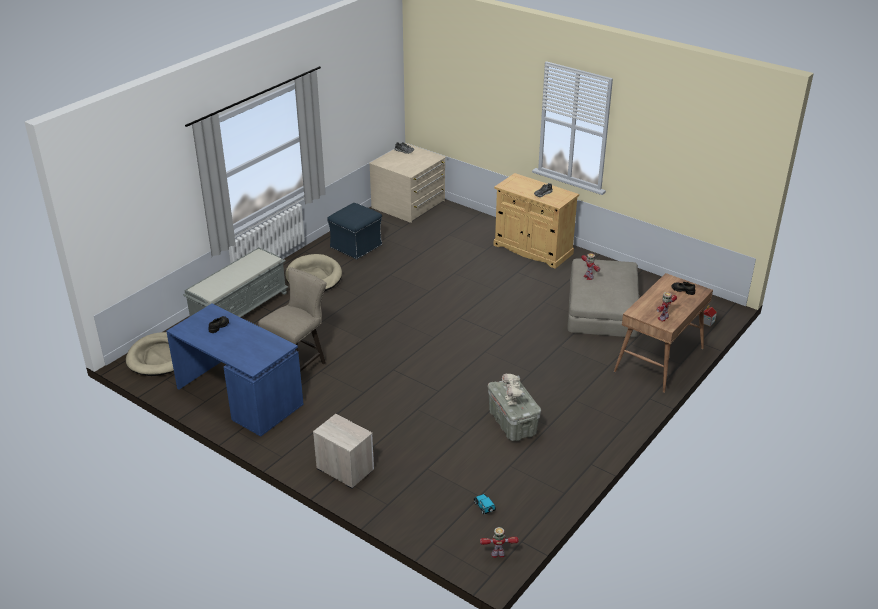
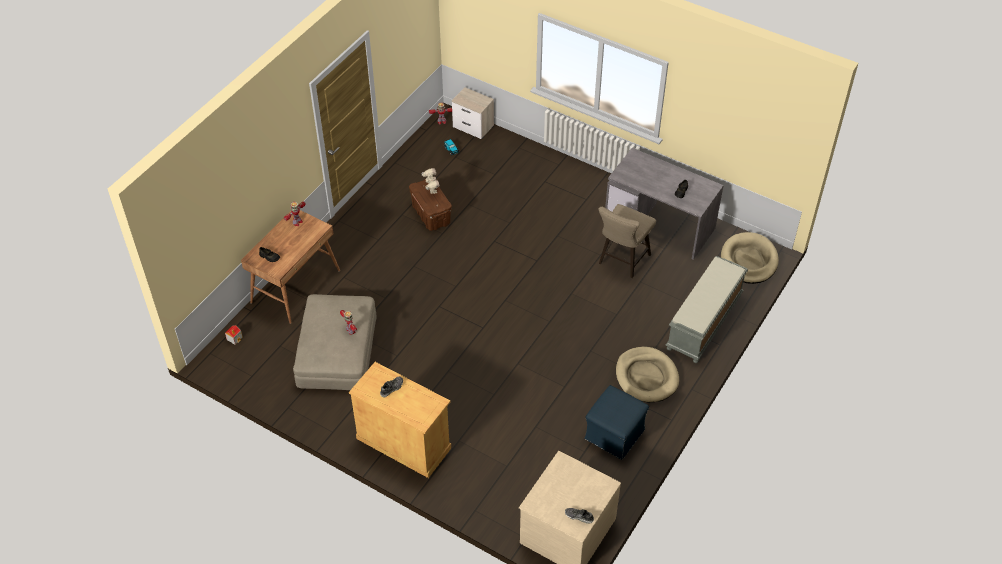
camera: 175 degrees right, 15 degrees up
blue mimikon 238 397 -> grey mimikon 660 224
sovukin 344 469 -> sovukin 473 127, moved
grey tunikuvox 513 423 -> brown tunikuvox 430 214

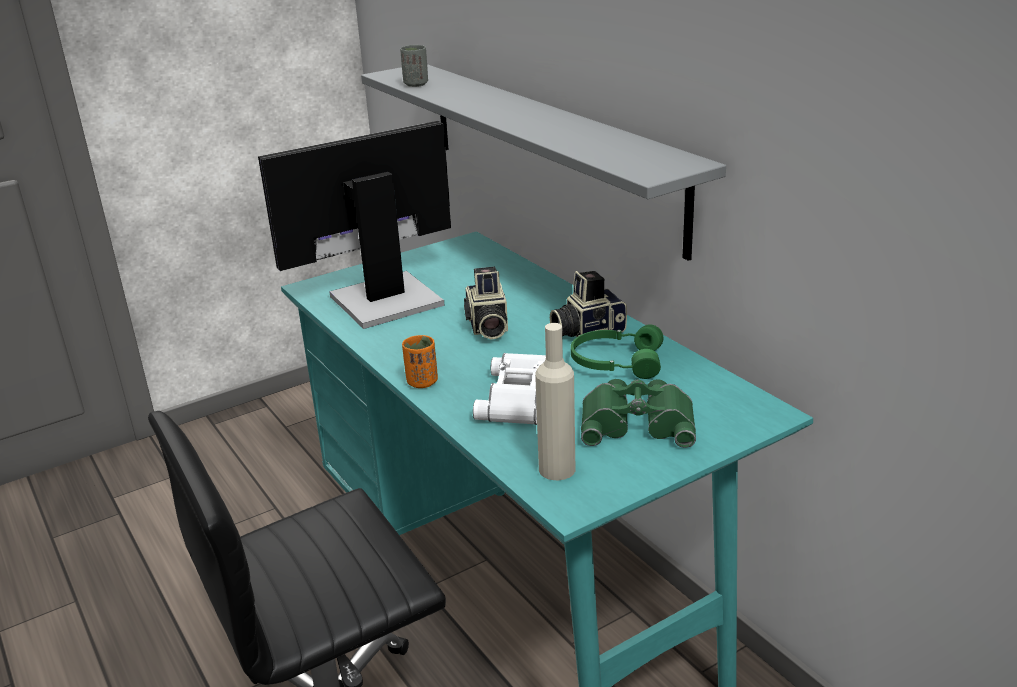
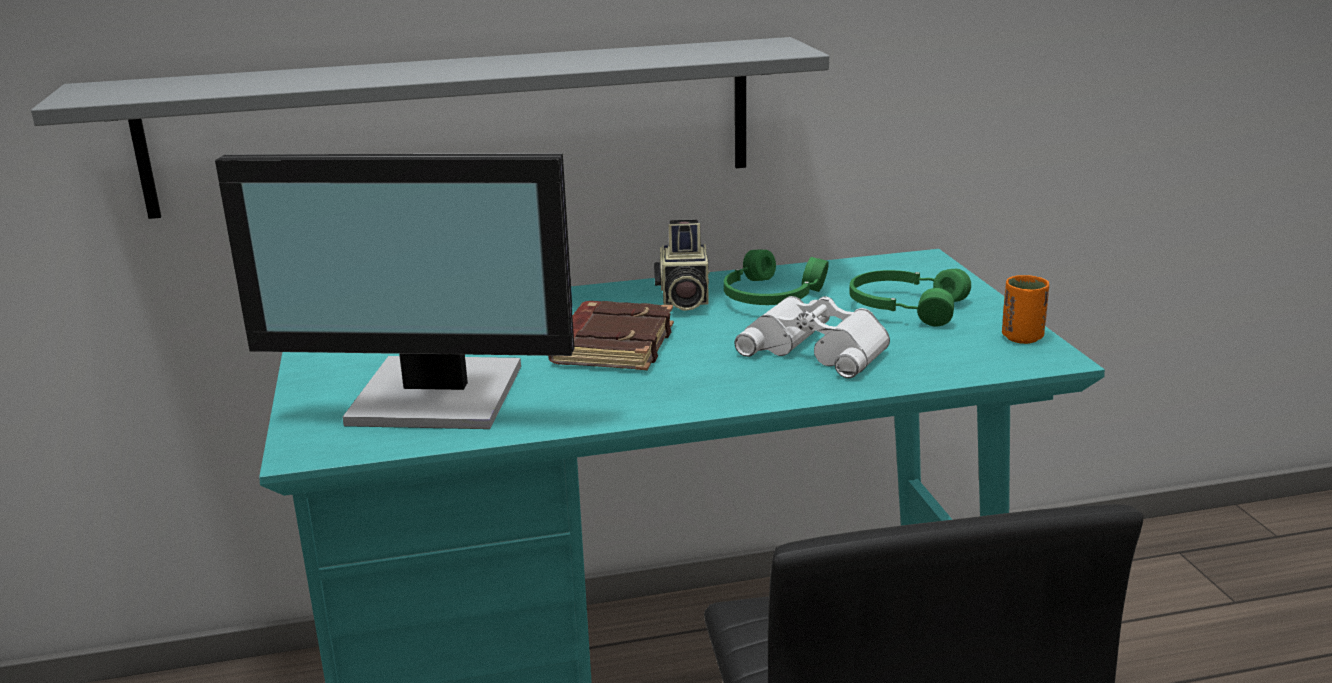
camera: 70 degrees left, 5 degrees down
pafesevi 382 299 -> pafesevi 437 398, 75 degrees counterclockwise
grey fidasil 416 84 -> none
orange fidasil 422 382 -> orange fidasil 1022 337, moved
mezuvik 487 327 -> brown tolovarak 612 345
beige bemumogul 557 469 -> none
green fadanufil 638 422 -> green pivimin 905 307

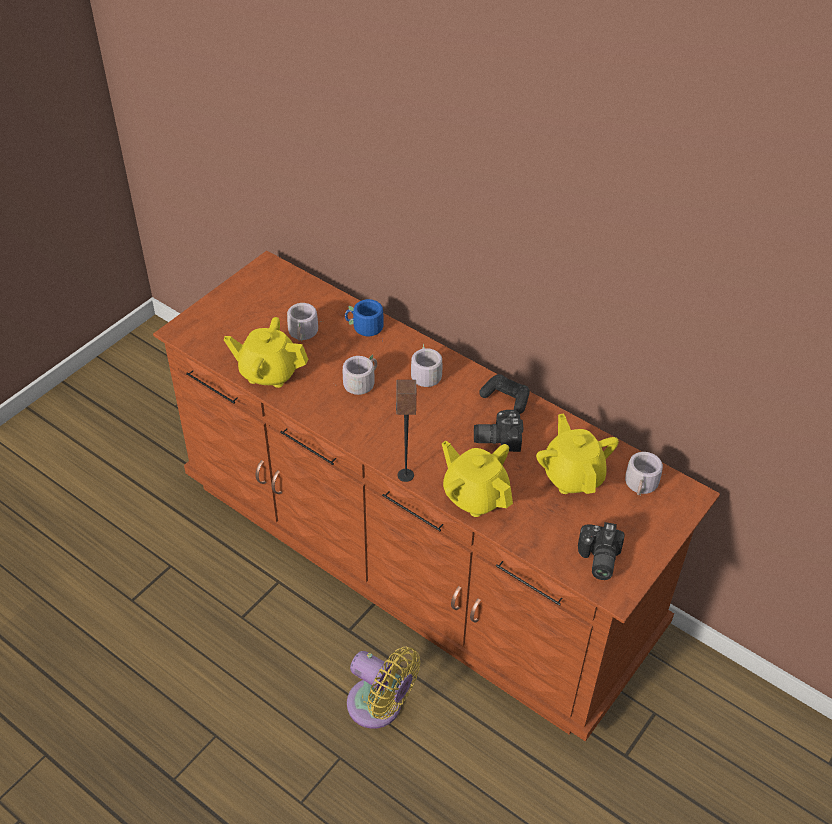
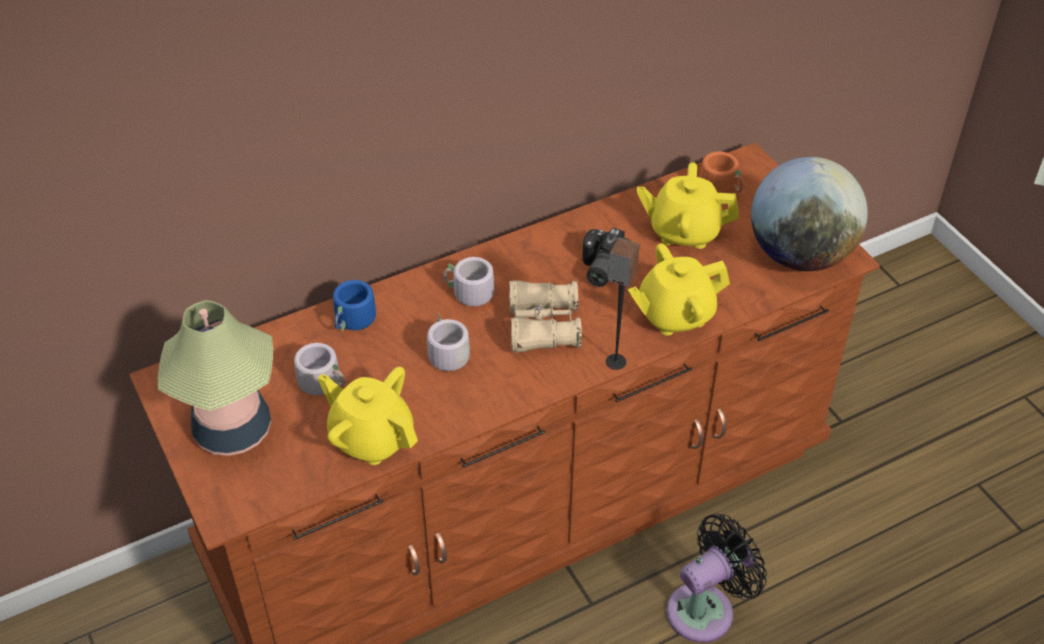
camera: 65 degrees left, 0 degrees up
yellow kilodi 269 372 -> yellow kilodi 371 438, 90 degrees clockwise
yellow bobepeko 379 707 -> black bobepeko 706 609
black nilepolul 506 398 -> none
mezuvik 597 559 -> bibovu 800 254
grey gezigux 642 486 -> orange gezigux 722 188
none -> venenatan 233 429
none -> beige fadanufil 543 326

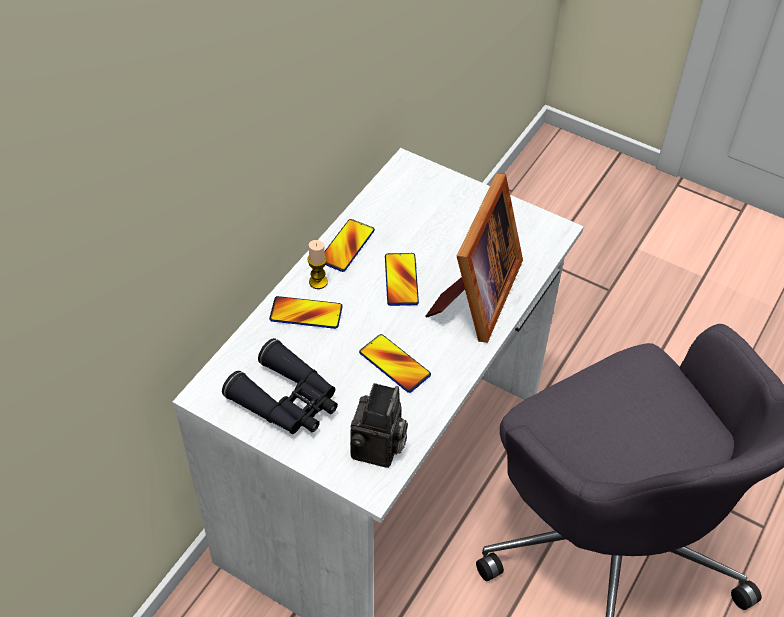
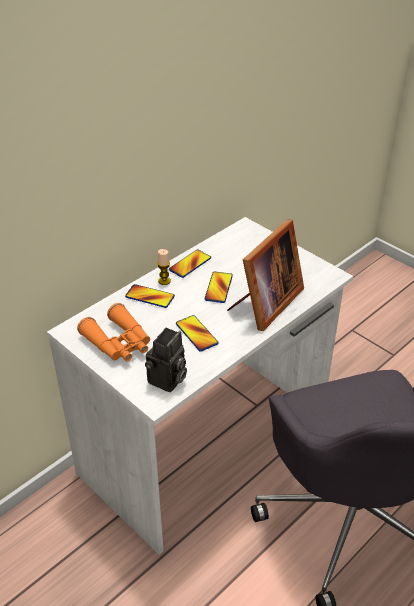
camera: 15 degrees right, 10 degrees down
black fadanufil 287 401 -> orange fadanufil 119 343

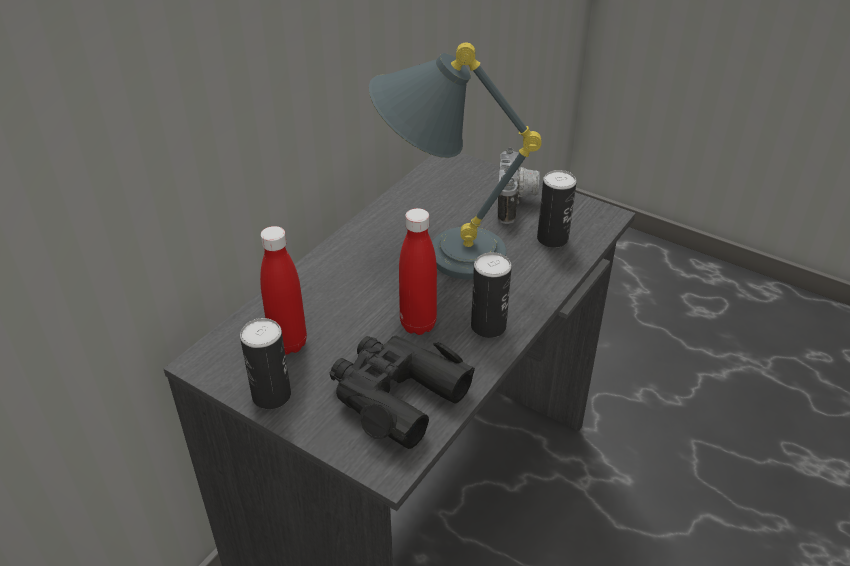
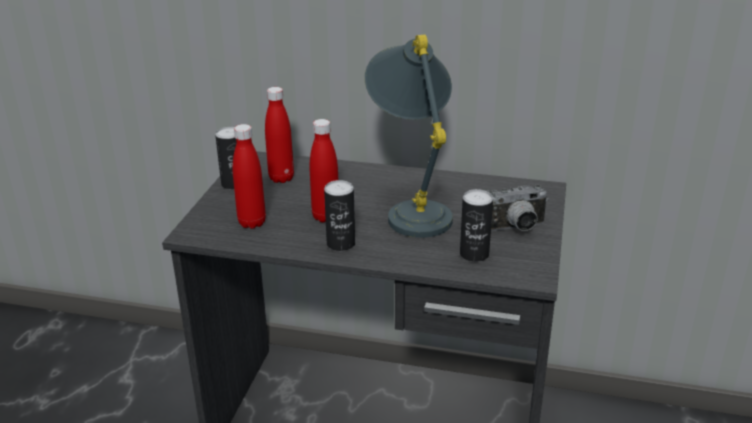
camera: 70 degrees right, 10 degrees down
black fadanufil 395 395 -> red bemumogul 252 223

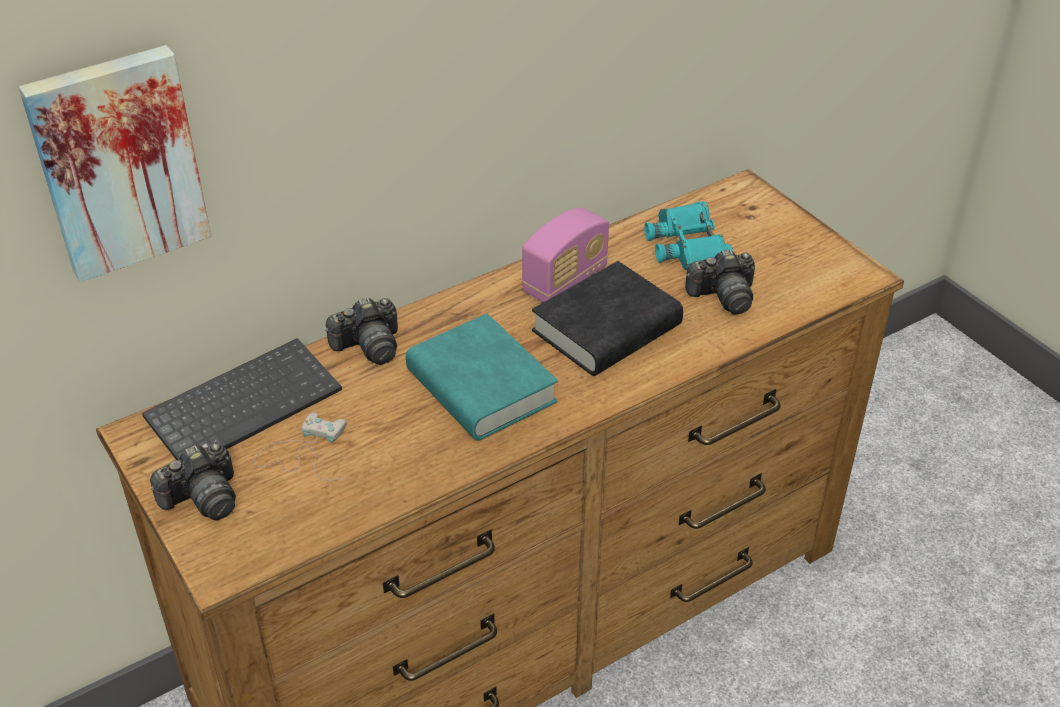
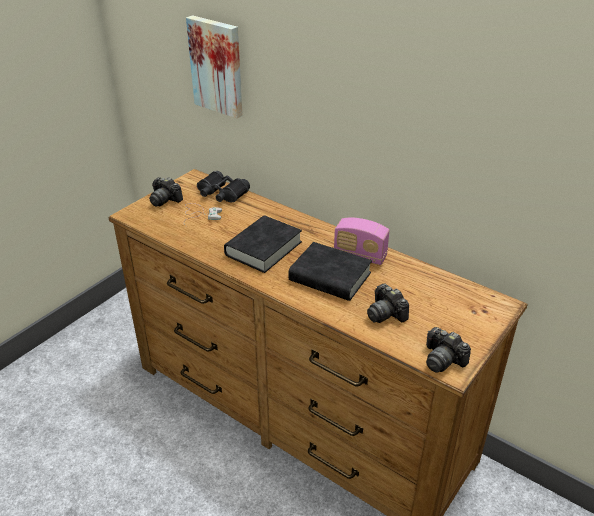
camera: 70 degrees right, 5 degrees down
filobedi 245 403 -> black fadanufil 222 193
mezuvik 369 346 -> mezuvik 442 359, moved
turquoise tolovarak 481 387 -> black tolovarak 263 248
turquoise fadanufil 688 246 -> none

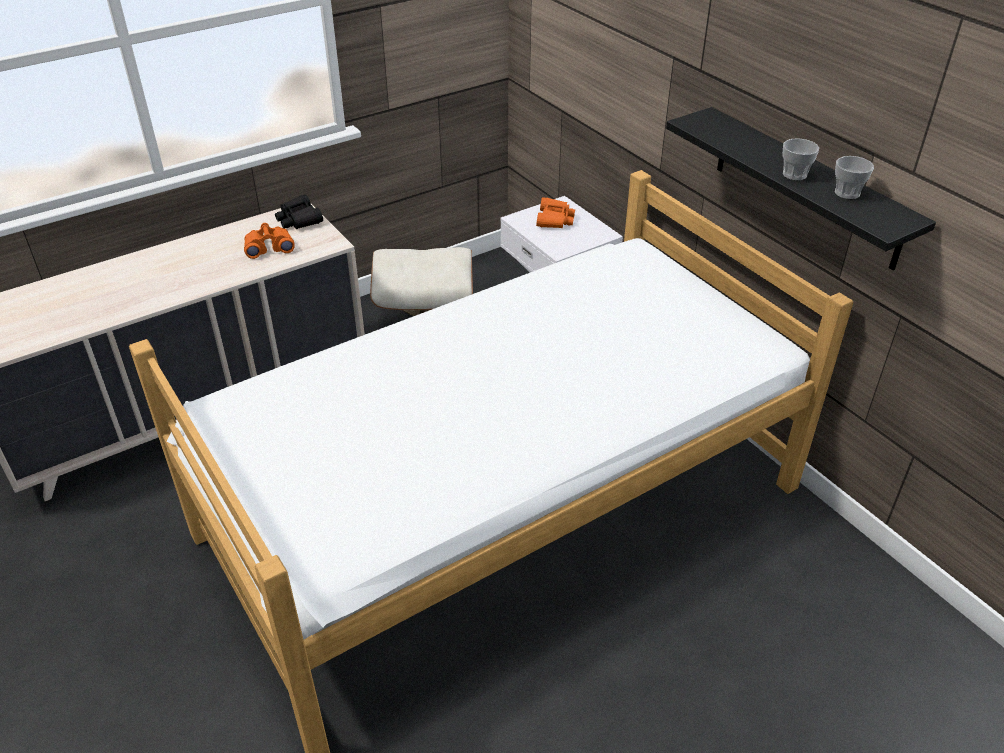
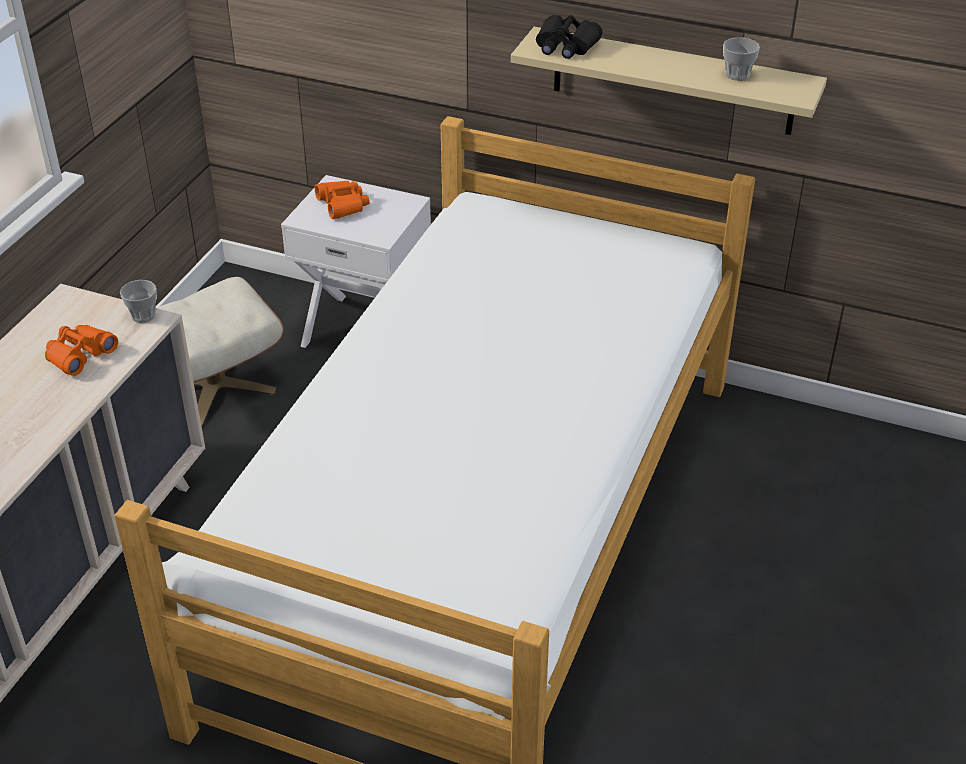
camera: 35 degrees left, 0 degrees up
black fadanufil 299 219 -> black fadanufil 565 46, moved
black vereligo 806 187 -> beige vereligo 672 81
fidasil 794 174 -> fidasil 143 315, moved

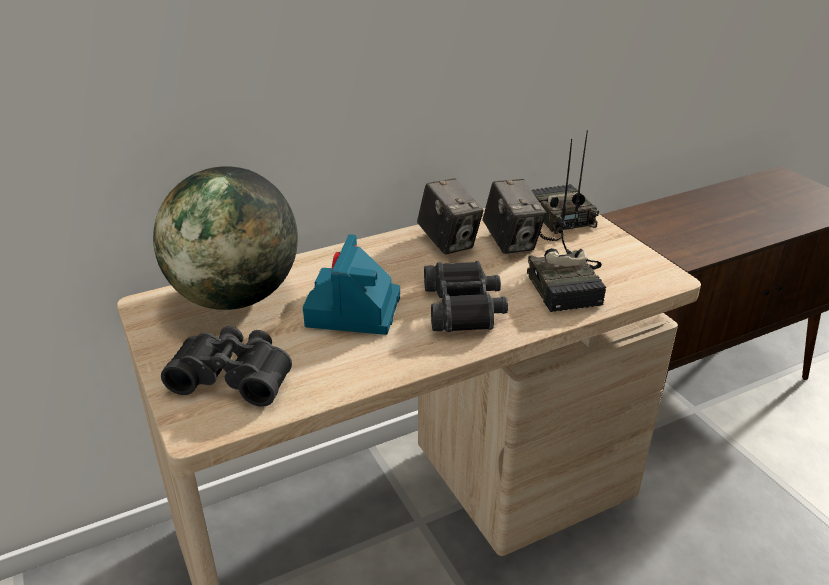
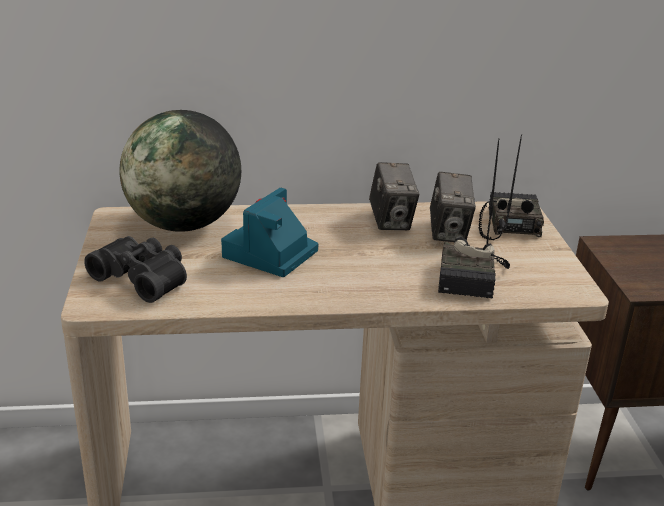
camera: 20 degrees right, 5 degrees down
black fadanufil 464 307 -> none

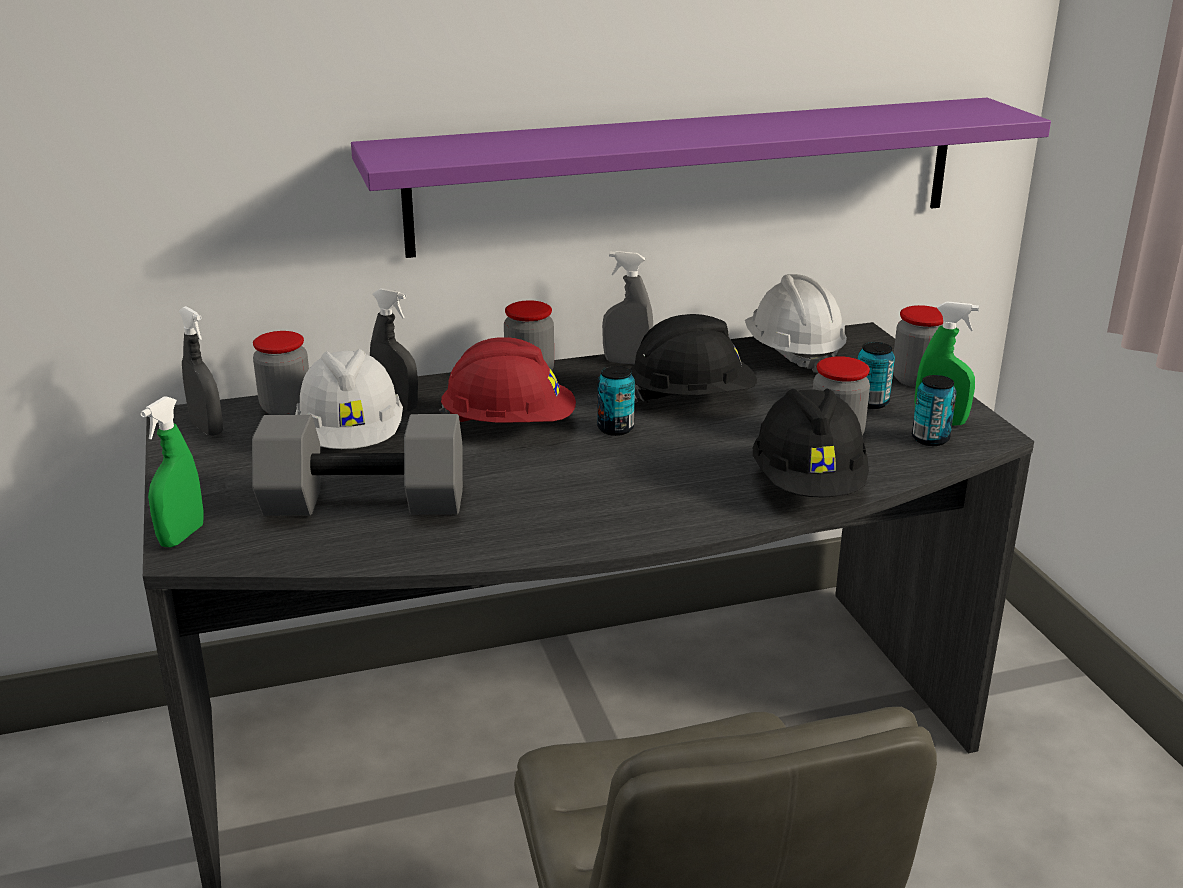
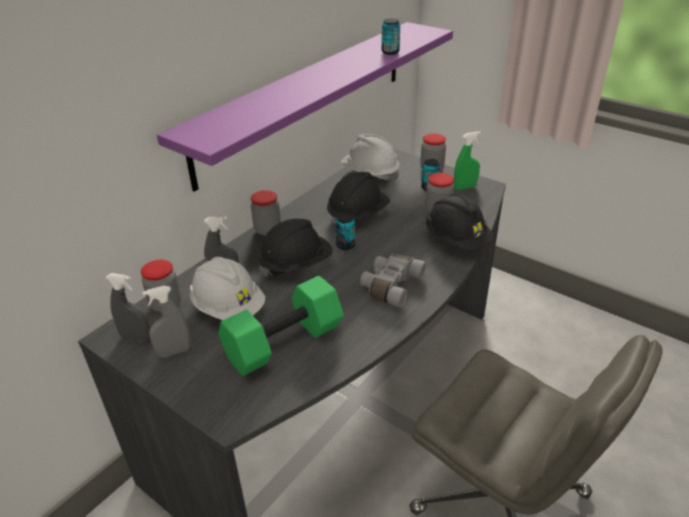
camera: 35 degrees left, 10 degrees up
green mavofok 182 536 -> none
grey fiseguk 362 504 -> green fiseguk 284 344
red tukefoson 509 426 -> black tukefoson 296 264
grey mavofok 627 362 -> grey mavofok 174 352, moved
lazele 930 439 -> lazele 390 52, moved
none -> grey fadanufil 390 285

